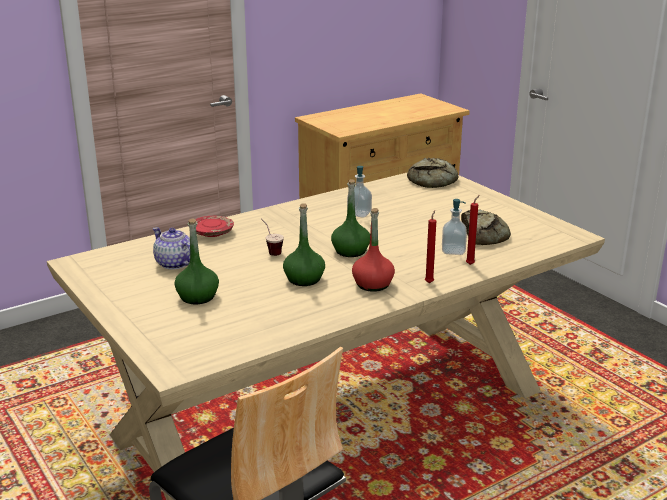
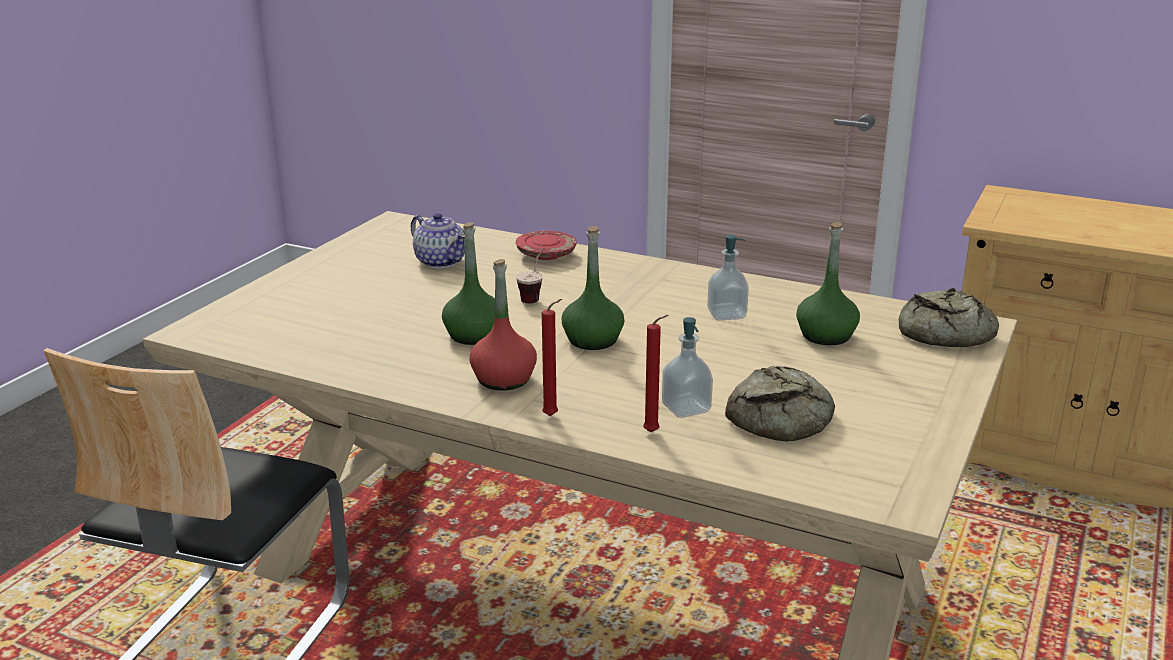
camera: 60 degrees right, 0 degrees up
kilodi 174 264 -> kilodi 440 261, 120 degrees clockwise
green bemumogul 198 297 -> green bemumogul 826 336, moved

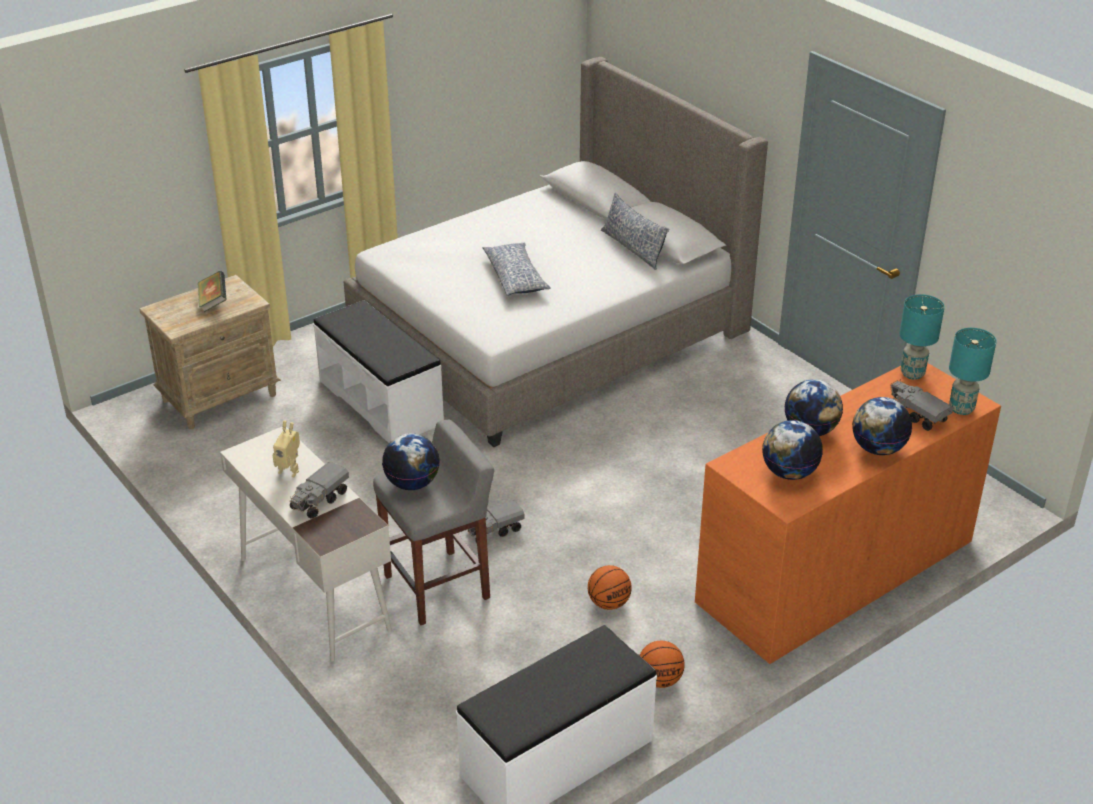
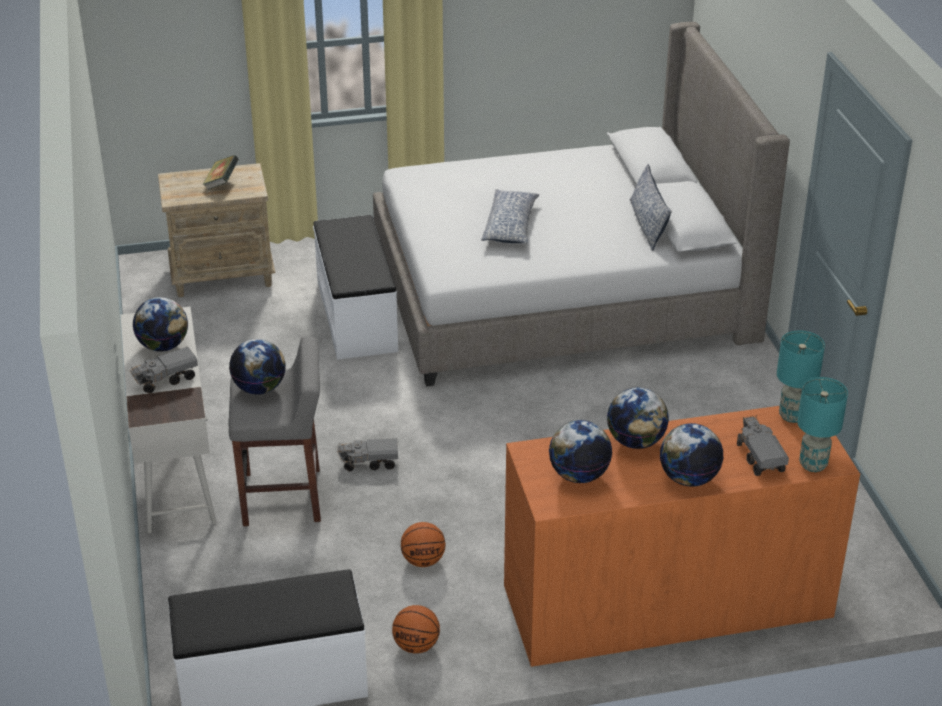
camera: 25 degrees right, 0 degrees up
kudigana 290 470 -> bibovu 163 346

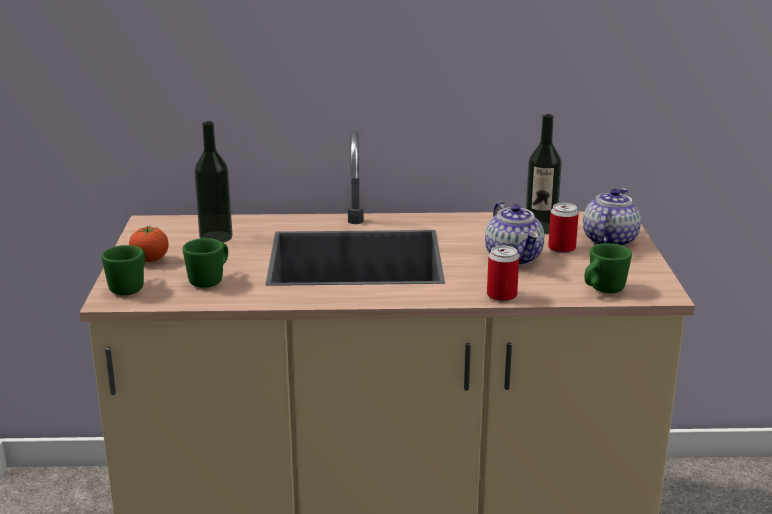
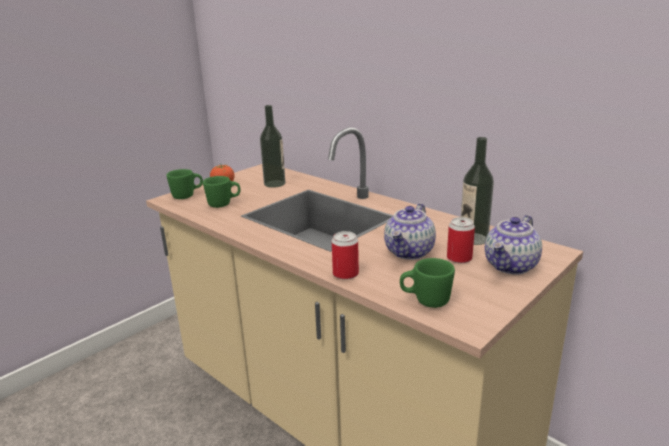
camera: 45 degrees right, 0 degrees up
kilodi 609 240 -> kilodi 511 266, 150 degrees clockwise

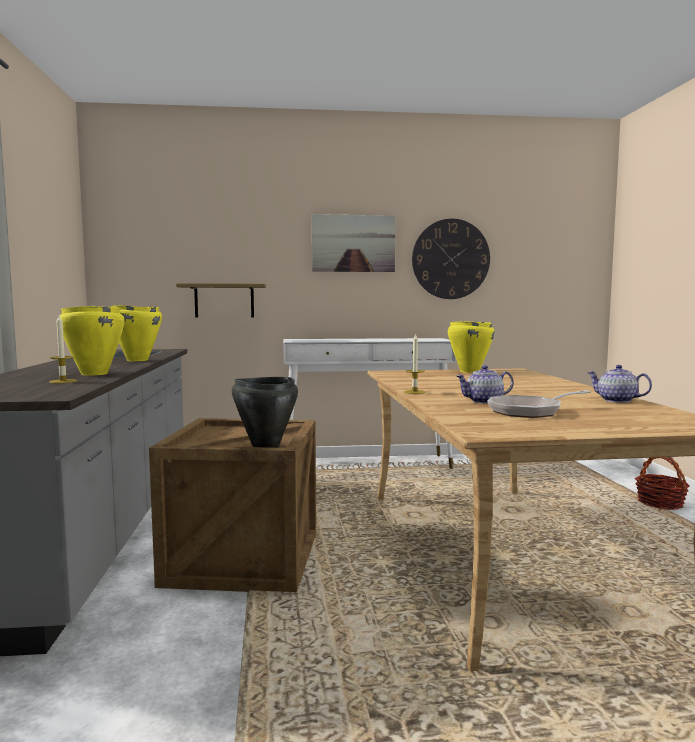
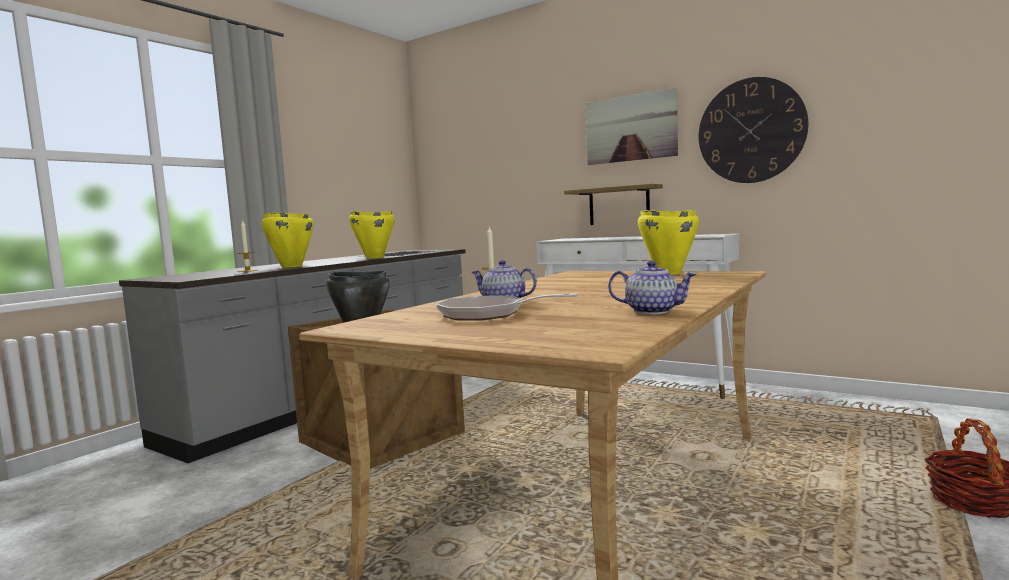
camera: 40 degrees right, 0 degrees up
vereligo 224 300 -> vereligo 619 205, moved
kilodi 616 400 -> kilodi 652 311, 120 degrees clockwise

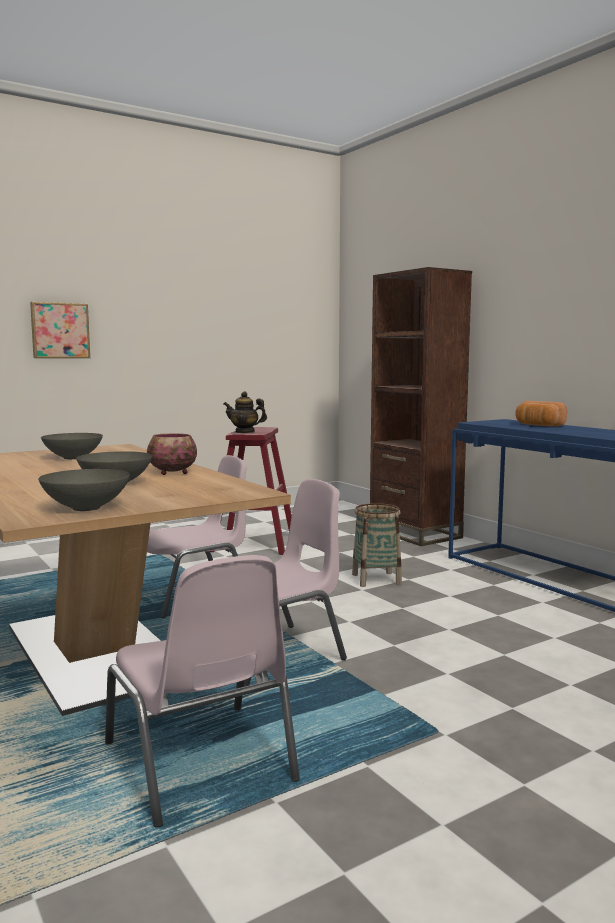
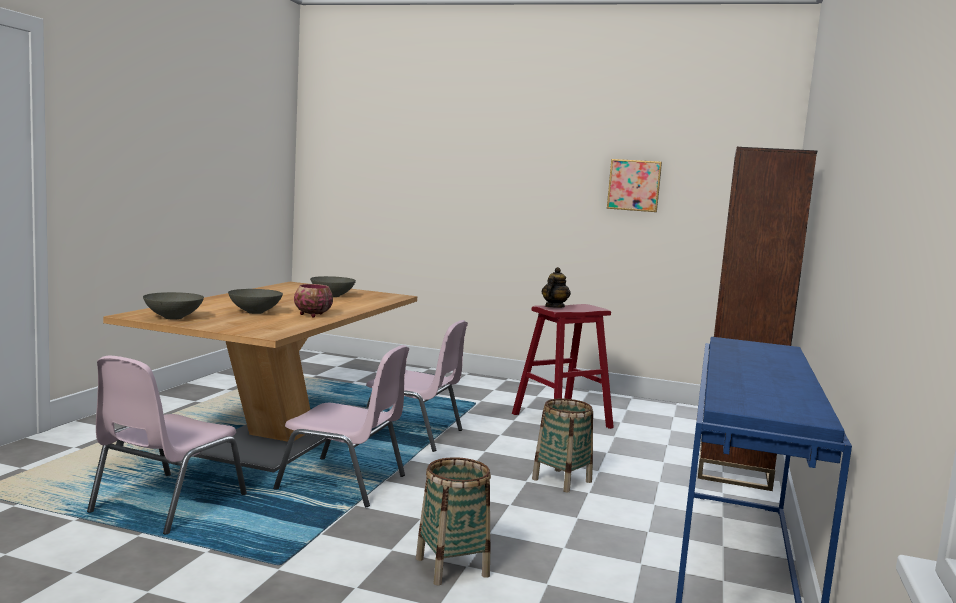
camera: 50 degrees right, 0 degrees up
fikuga 60 330 -> fikuga 634 185, moved
kilodi 245 432 -> kilodi 554 307, 60 degrees clockwise
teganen 538 425 -> none
none -> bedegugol 452 567

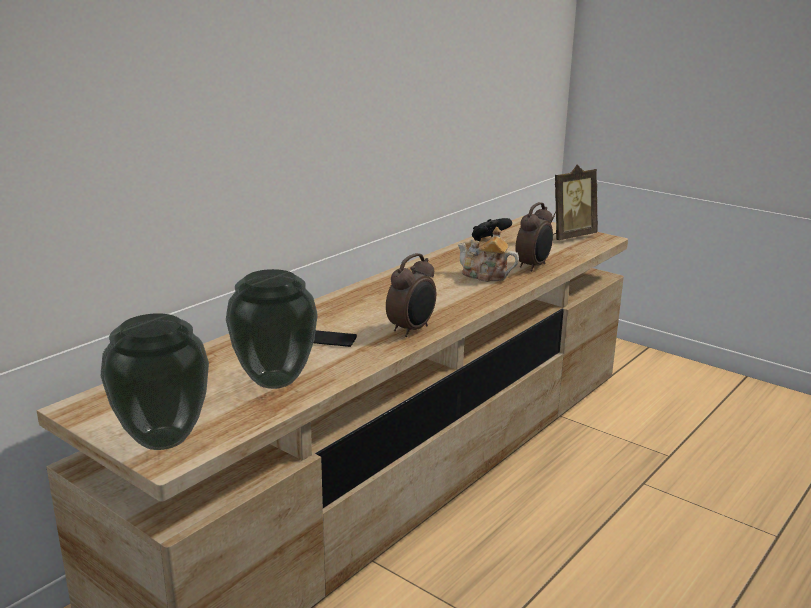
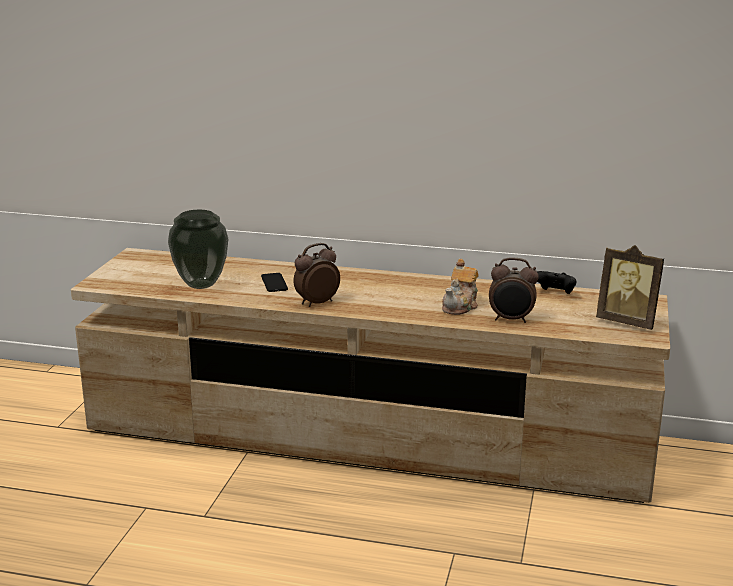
camera: 65 degrees right, 0 degrees up
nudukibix 164 440 -> none
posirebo 412 330 -> posirebo 316 303, 135 degrees clockwise
kilodi 485 276 -> kilodi 461 306, 150 degrees counterclockwise

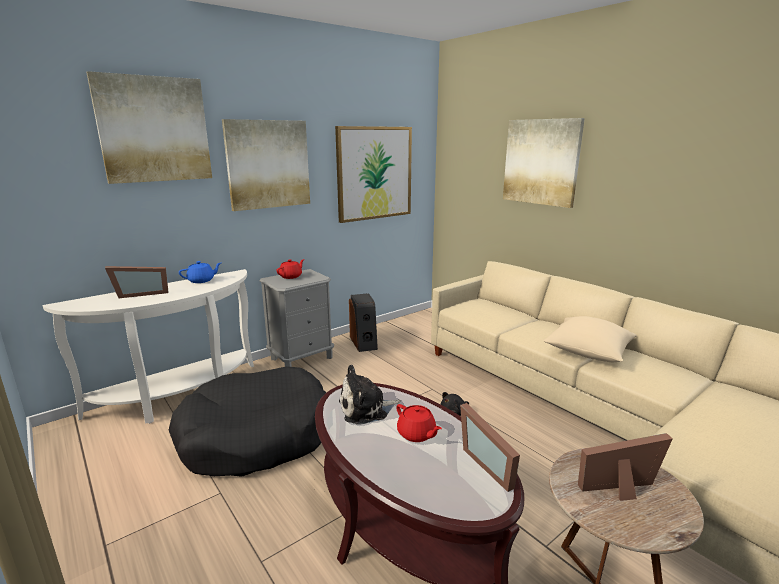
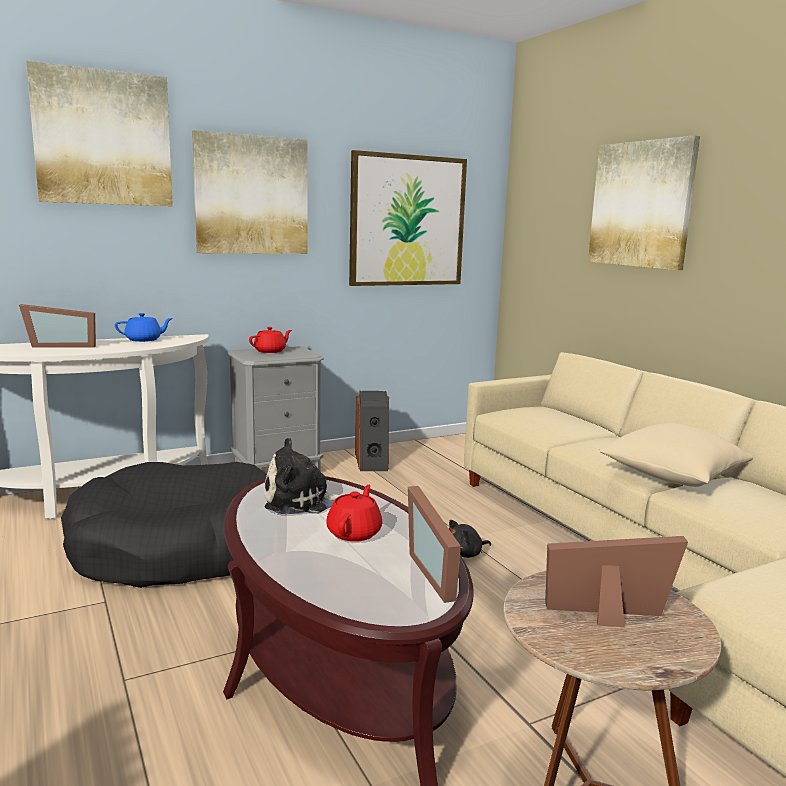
camera: 10 degrees right, 5 degrees down
red kilodi 417 434 -> red kilodi 355 533, 135 degrees counterclockwise

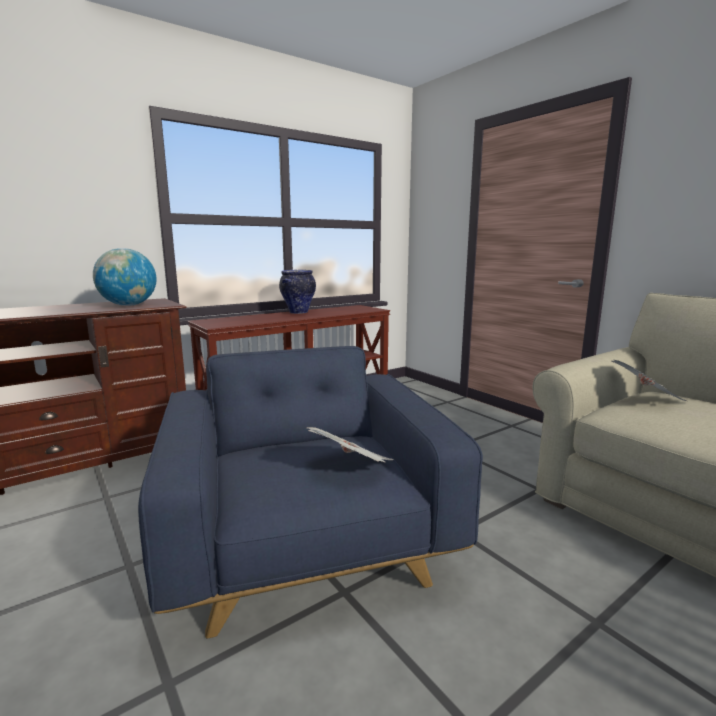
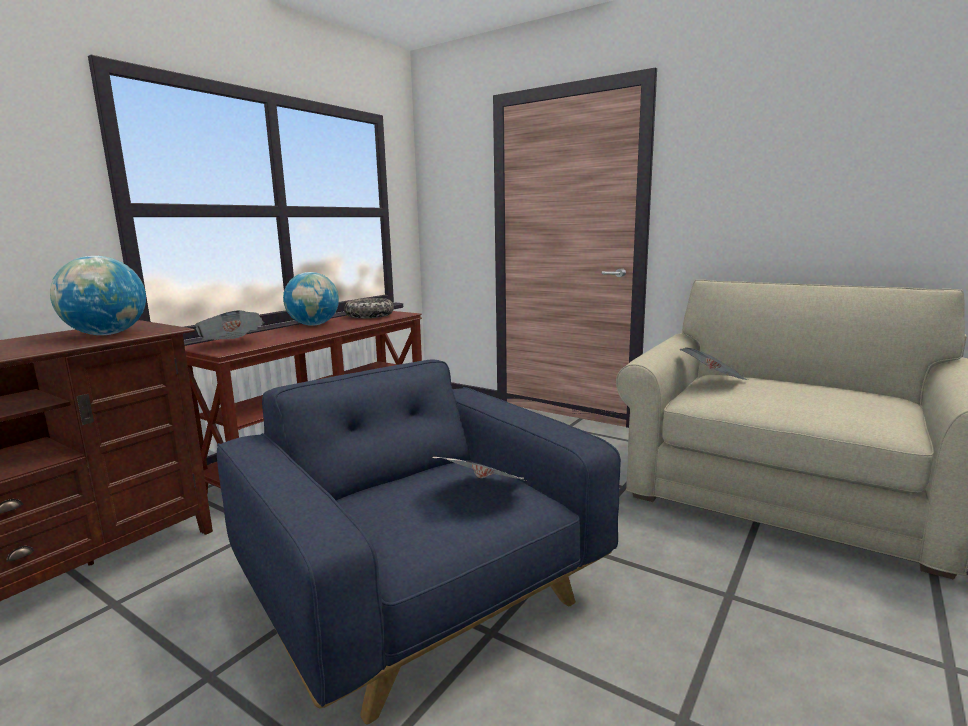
camera: 20 degrees left, 0 degrees up
nudukibix 298 312 -> bibovu 313 325
none -> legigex 232 344
none -> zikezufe 369 316

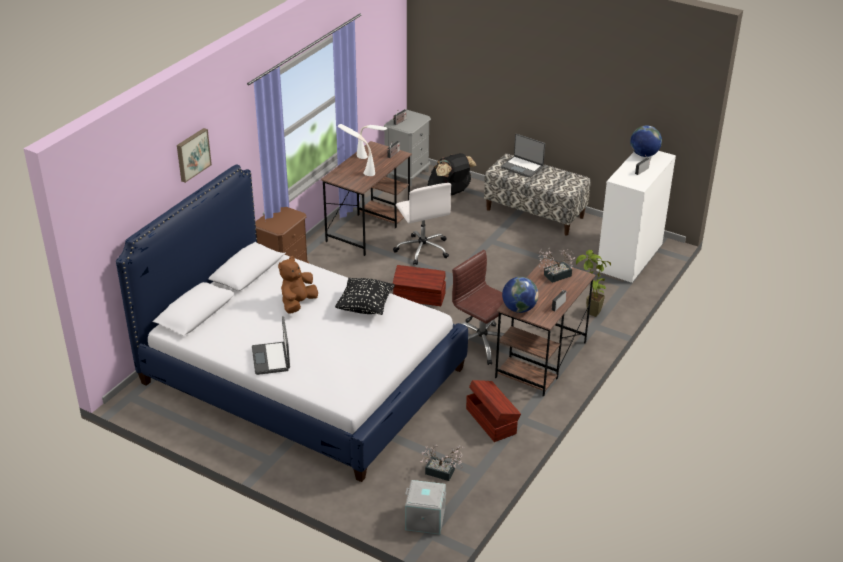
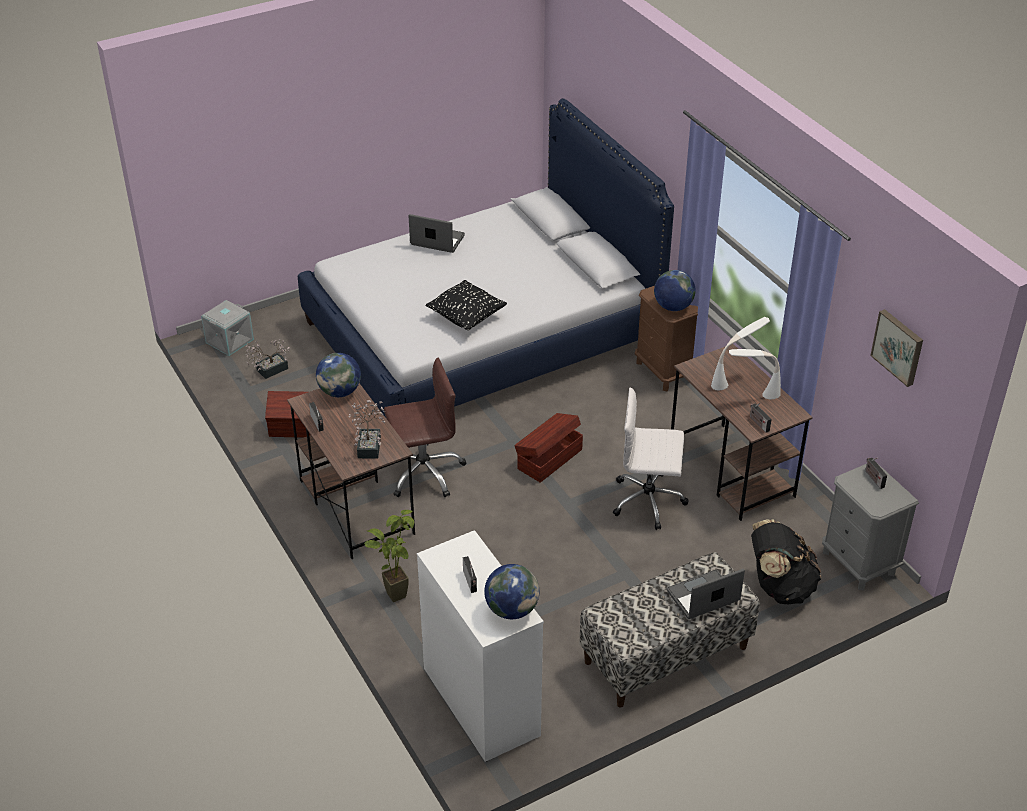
camera: 120 degrees right, 5 degrees up
fikuga 192 154 -> fikuga 898 347, moved
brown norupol 298 304 -> none
none -> bibovu 673 307

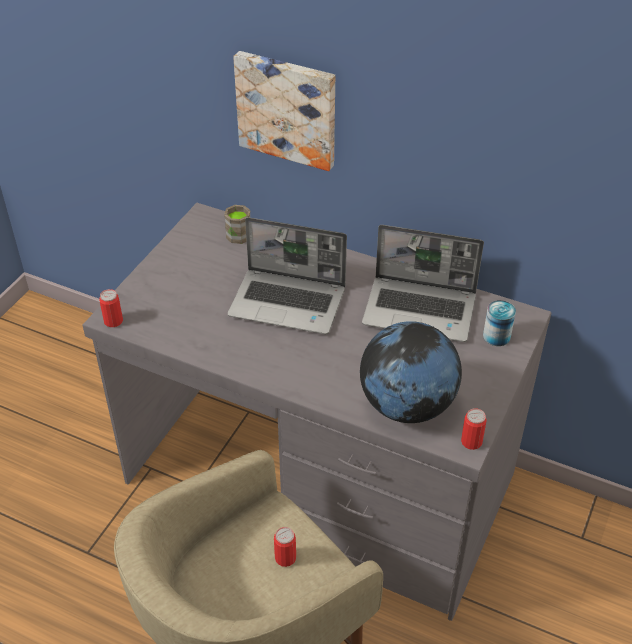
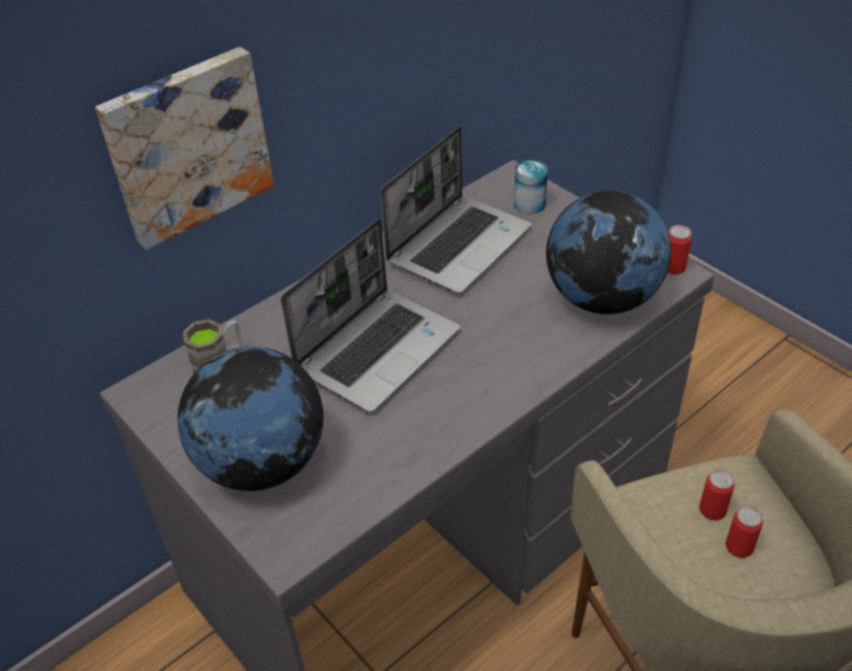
camera: 65 degrees left, 0 degrees up
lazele 113 321 -> lazele 739 546, moved
none -> bibovu 262 463

